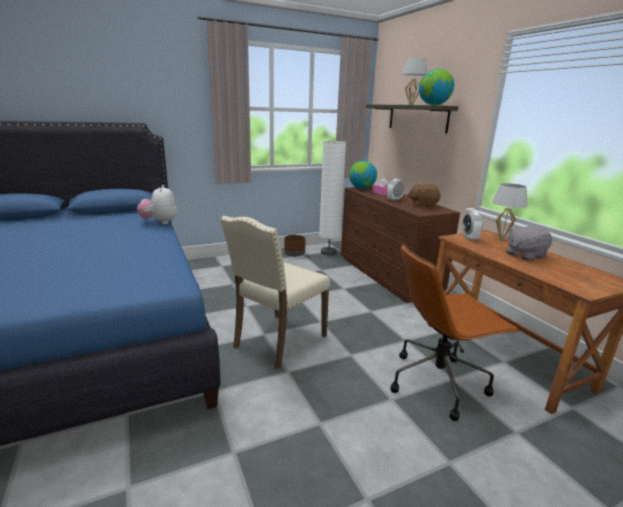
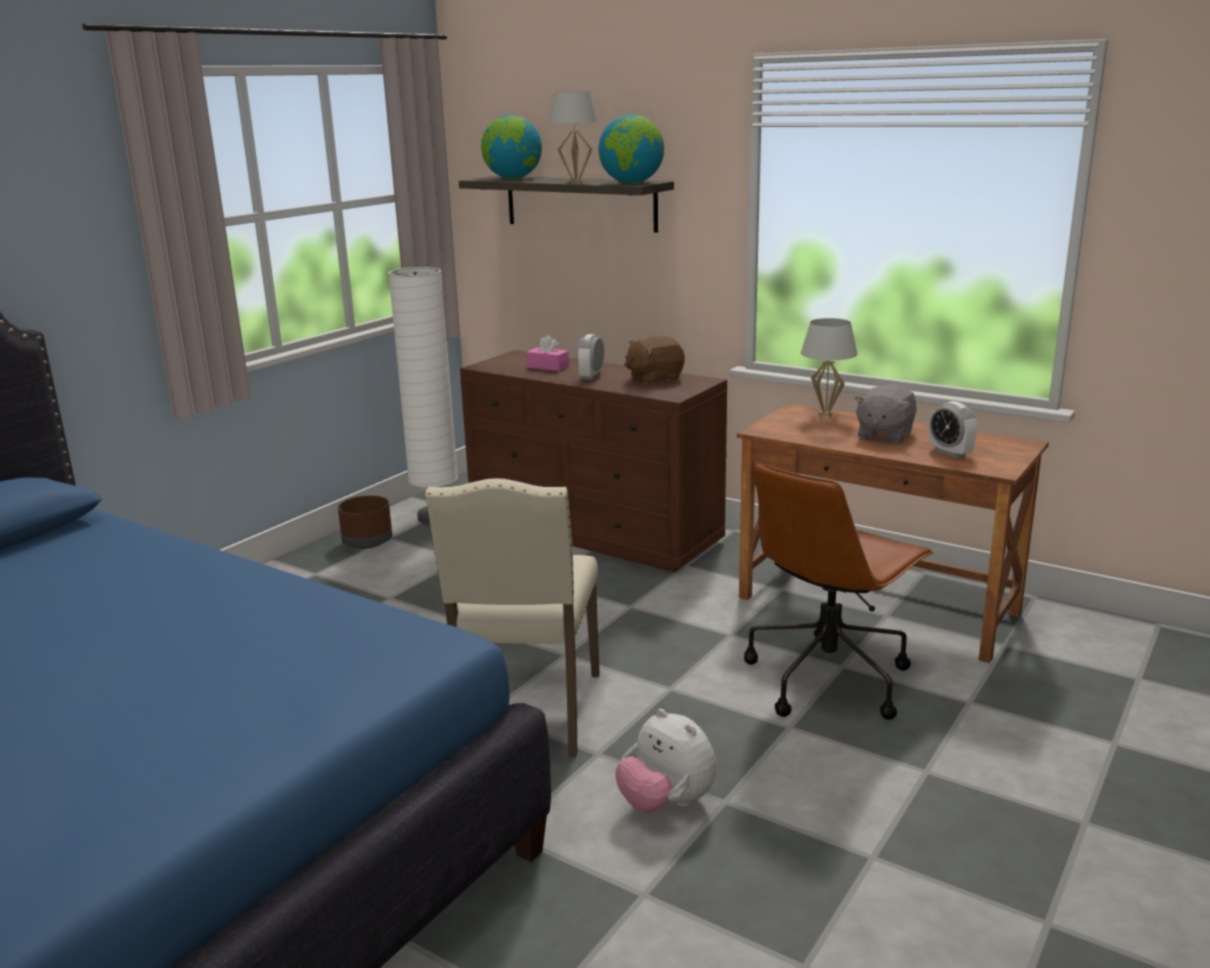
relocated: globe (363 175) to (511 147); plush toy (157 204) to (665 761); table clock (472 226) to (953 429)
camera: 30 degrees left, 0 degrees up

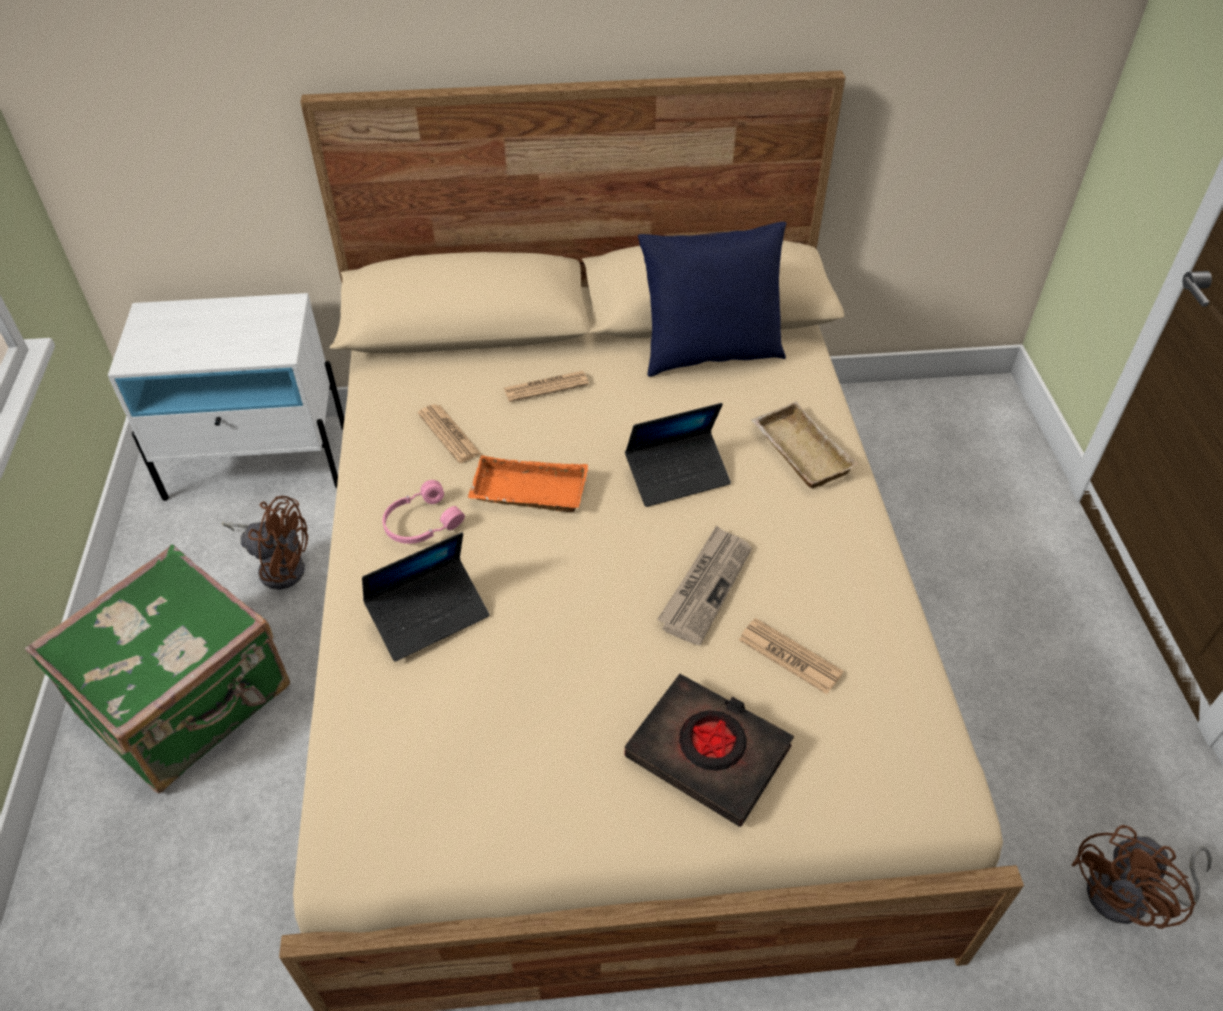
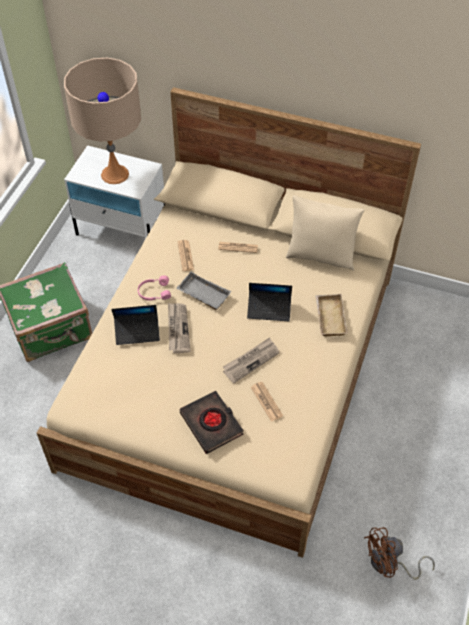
missing: fan/brownish (265 543)
appeared: lamp for a table/beige (102 121); printed paper (179 328)
colour: throw pillow/bluish (712 299) to throw pillow/beige (325 233); carrying tray/orangey (528 483) to carrying tray/greyish (203 291)
camera: 25 degrees right, 5 degrees up

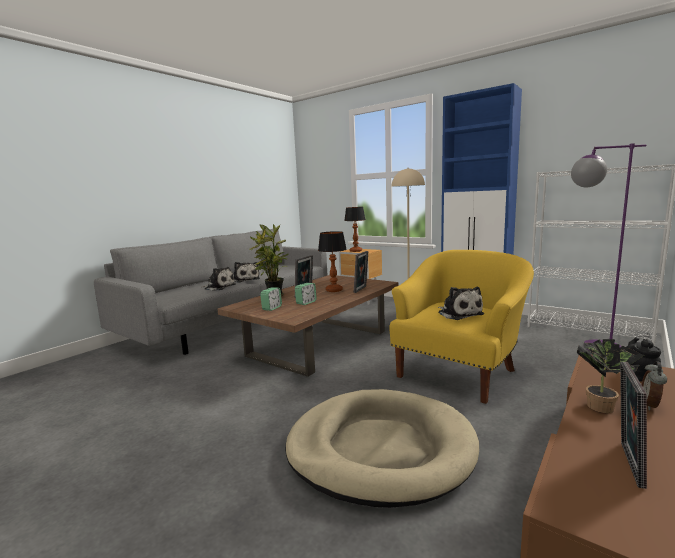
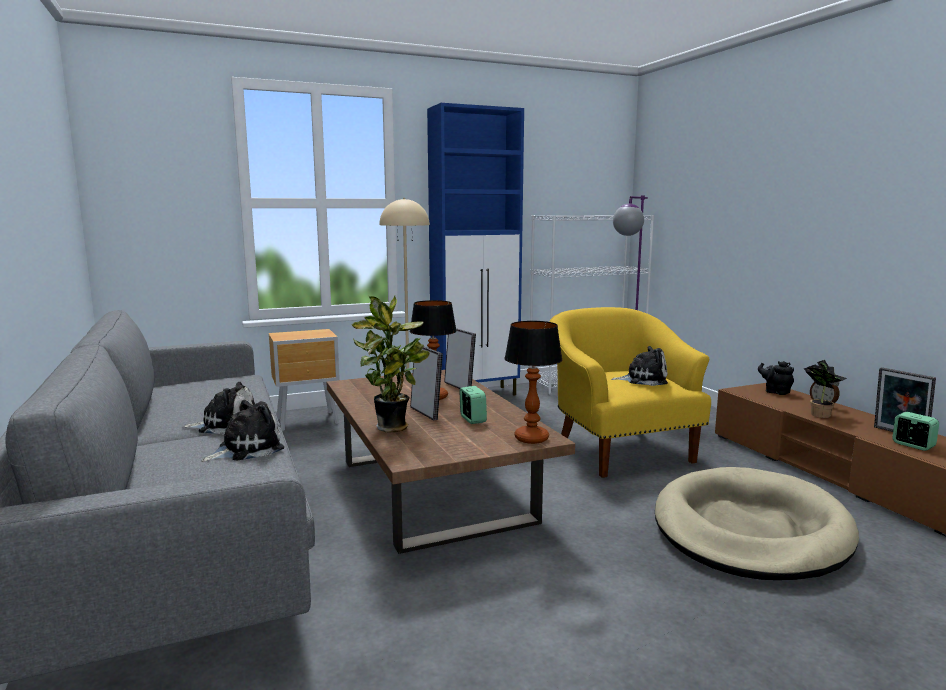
relocated: lamp for a table (354 229) to (533 382); table clock (271 299) to (915 431)
camera: 60 degrees left, 0 degrees up

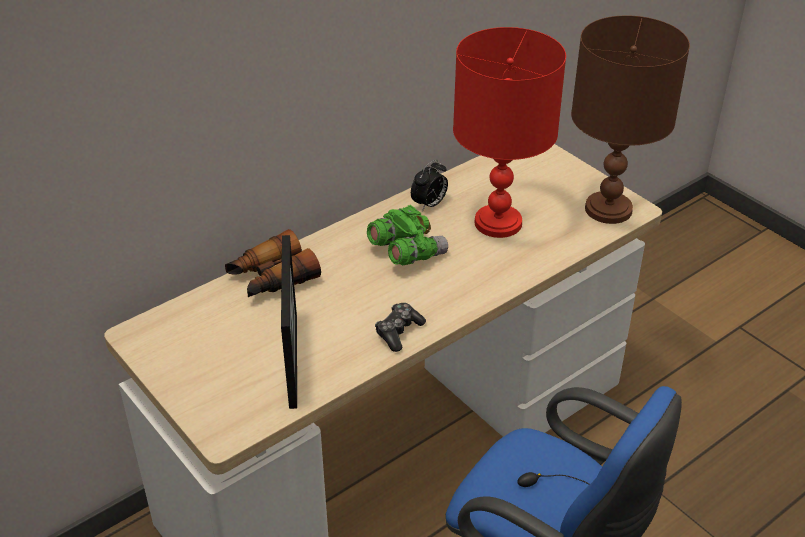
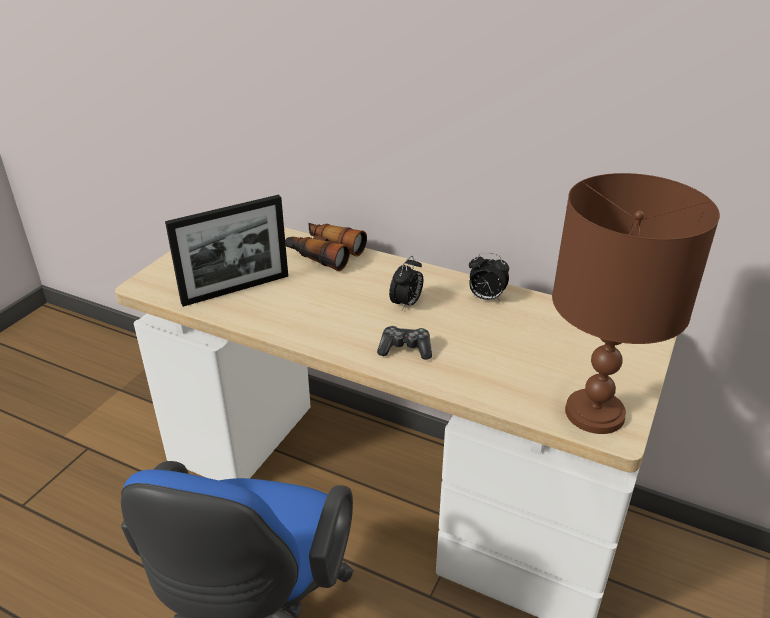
missing: lamp for a table/red (509 132)
relocated: gamepad (400 327) to (404 343)
exchanged: binoculars/green (407 235) to table clock (406 283)
camera: 65 degrees right, 5 degrees down

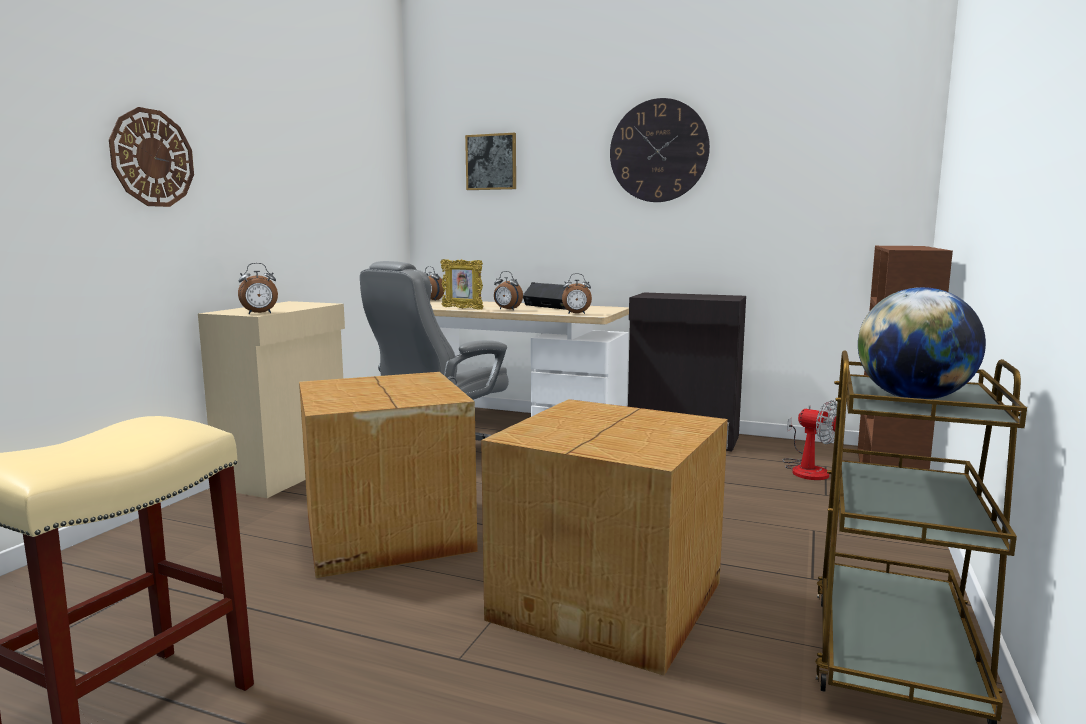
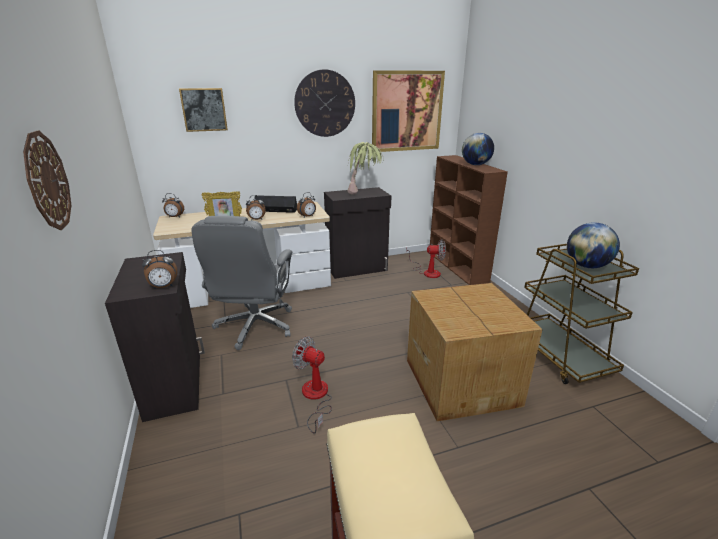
appeared: wall picture (408 111); globe (478 149); plant in a pot (365 168)
exchanged: carton (388 475) to fan (312 385)
colour: storage cabinet/beige (271 399) to storage cabinet/black (155 337)
spun: table clock (258 288) = (160 269) 45 degrees clockwise
camera: 40 degrees left, 15 degrees up

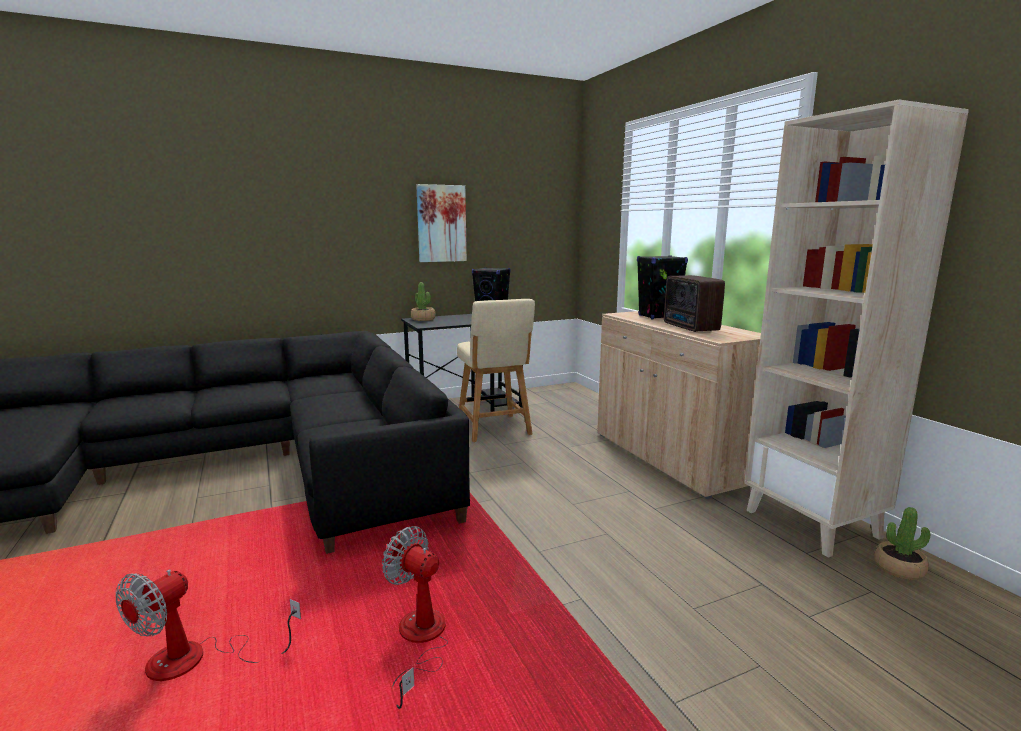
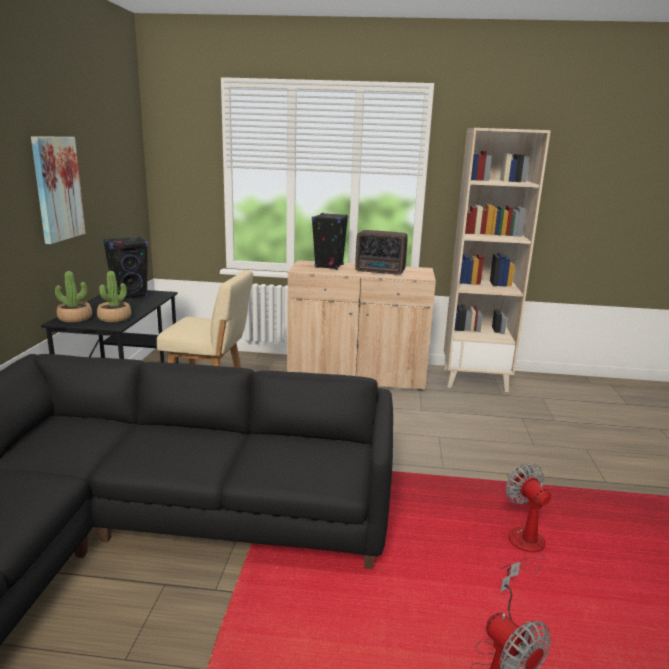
relocated: plant in a pot (902 543) to (114 296)
spun: fan (415 617) = (525 523) 90 degrees clockwise
camera: 60 degrees left, 5 degrees up

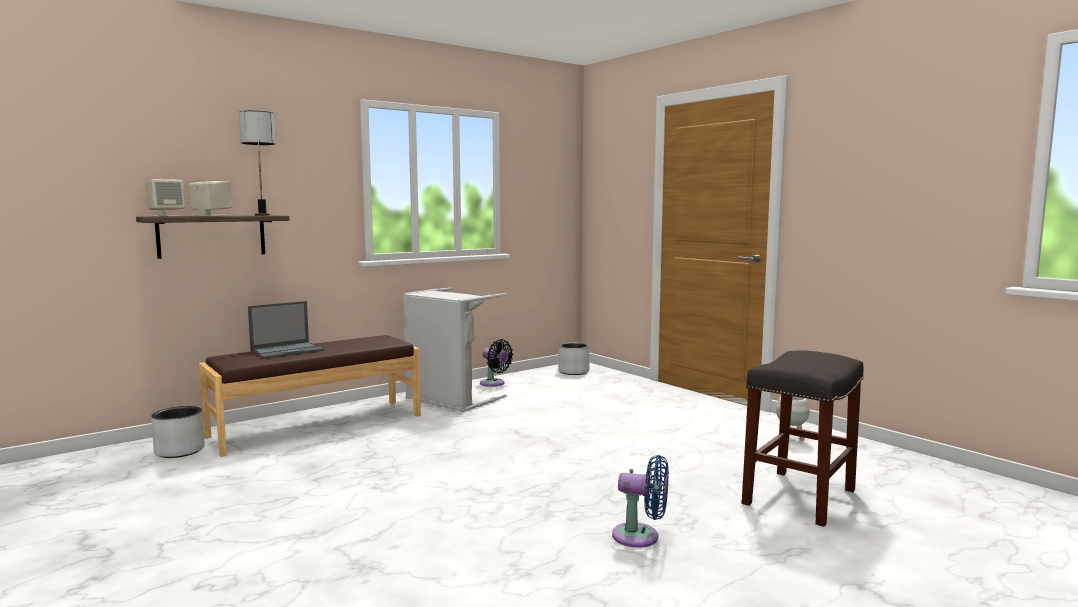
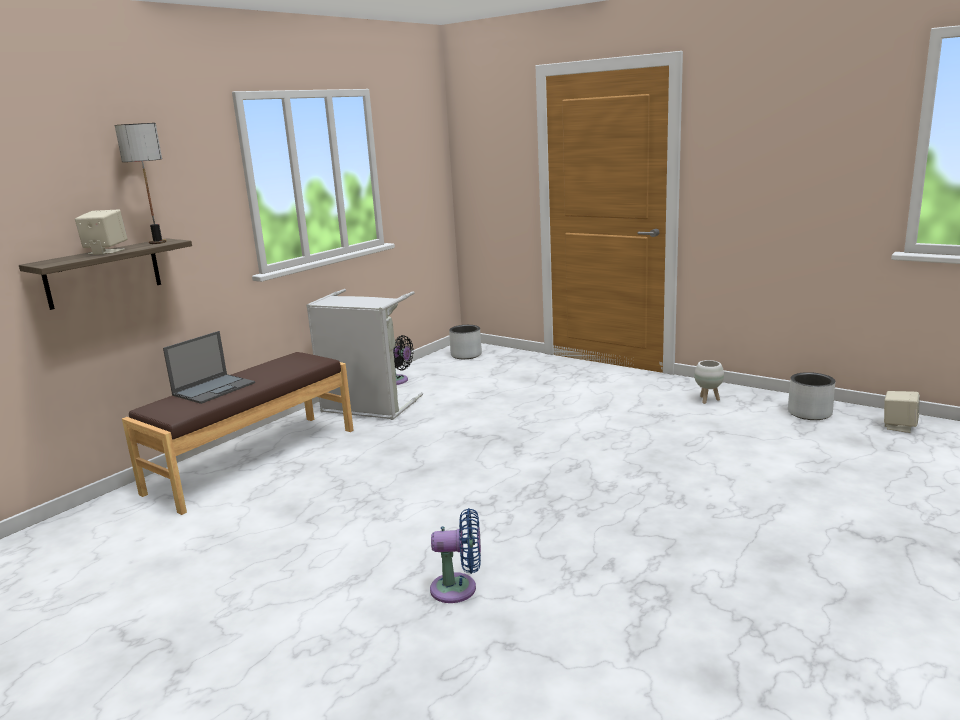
missing: sitting stool/greyish (803 439)
relocated: speaker/beige (165 198) to (902 412); flower pot/greyish (178 432) to (811 396); fan/bluish (640 501) to (455 555)
camera: 15 degrees left, 10 degrees up

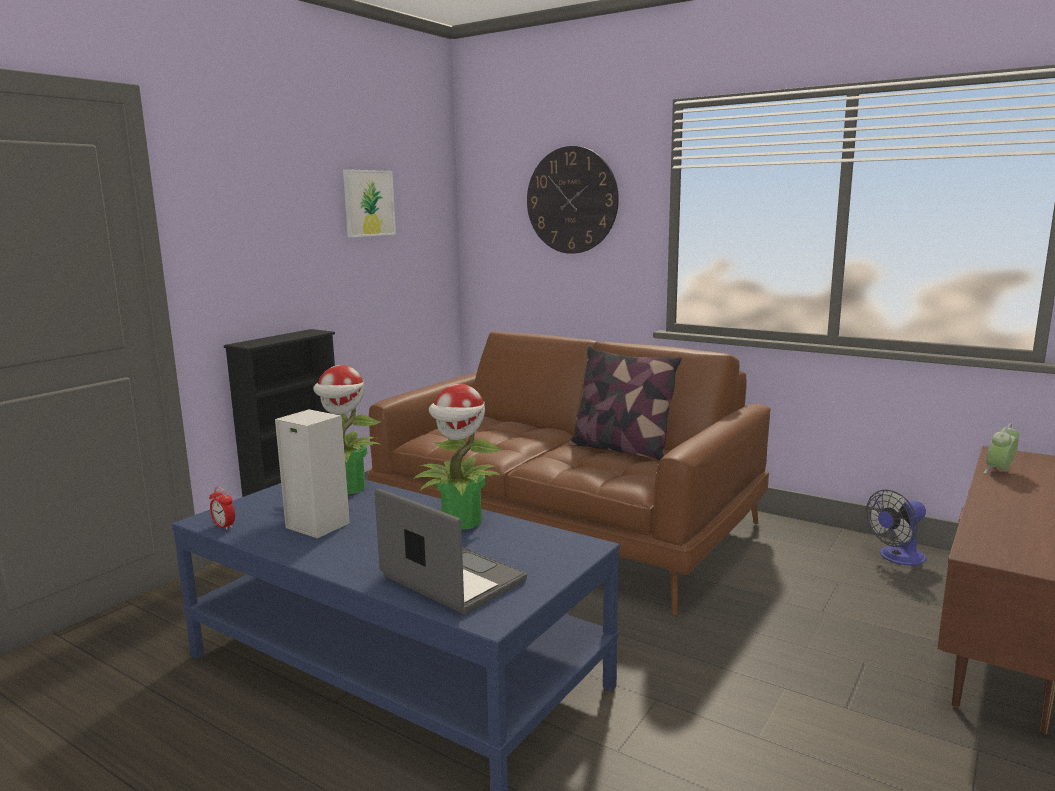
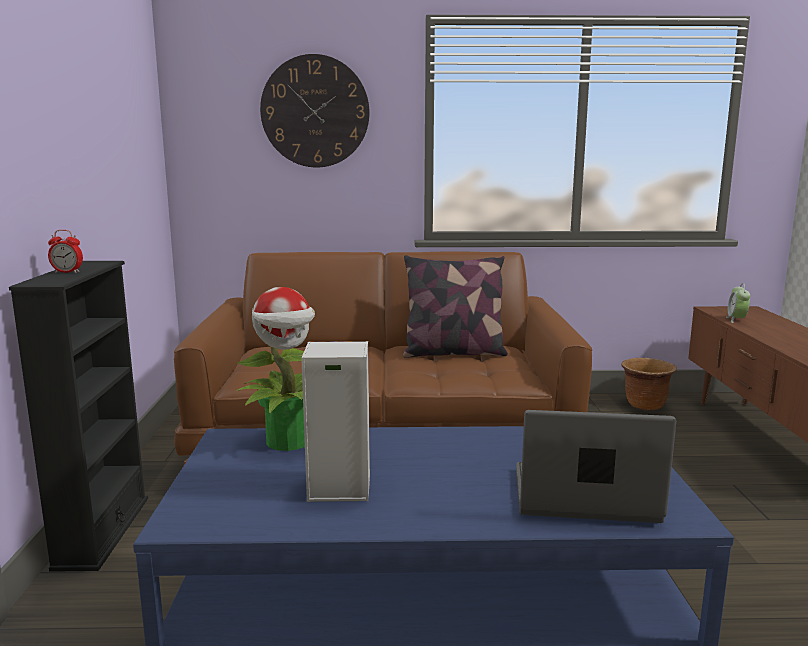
missing: wall picture (369 203); plant in a pot (457 457)
relocated: table clock (222 508) to (65 251)
exchanged: fan (896 527) to flower pot/brownish (649 384)
camera: 35 degrees left, 0 degrees up

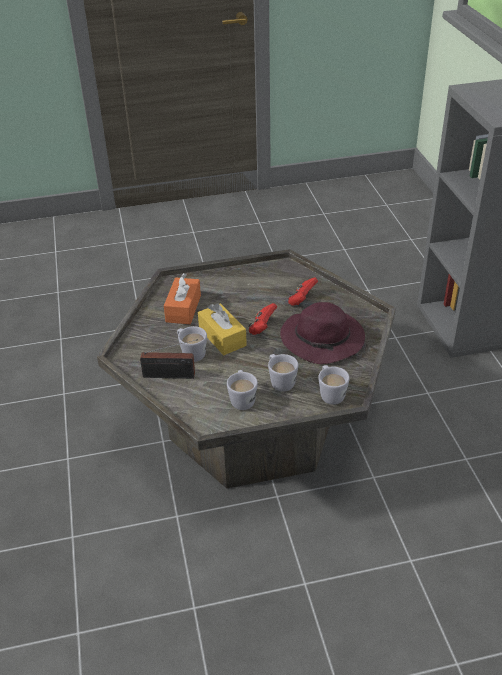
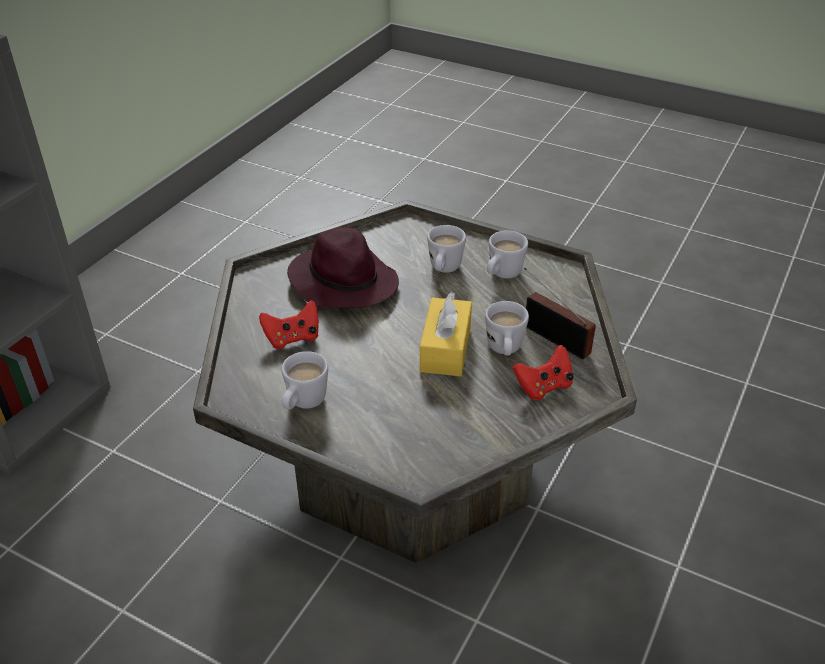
missing: tissue box/orangey (182 298)
relocated: gamepad/red (262 319) to (543 373); tea mug/whitish (334 385) to (304 380)
camera: 140 degrees left, 0 degrees up

